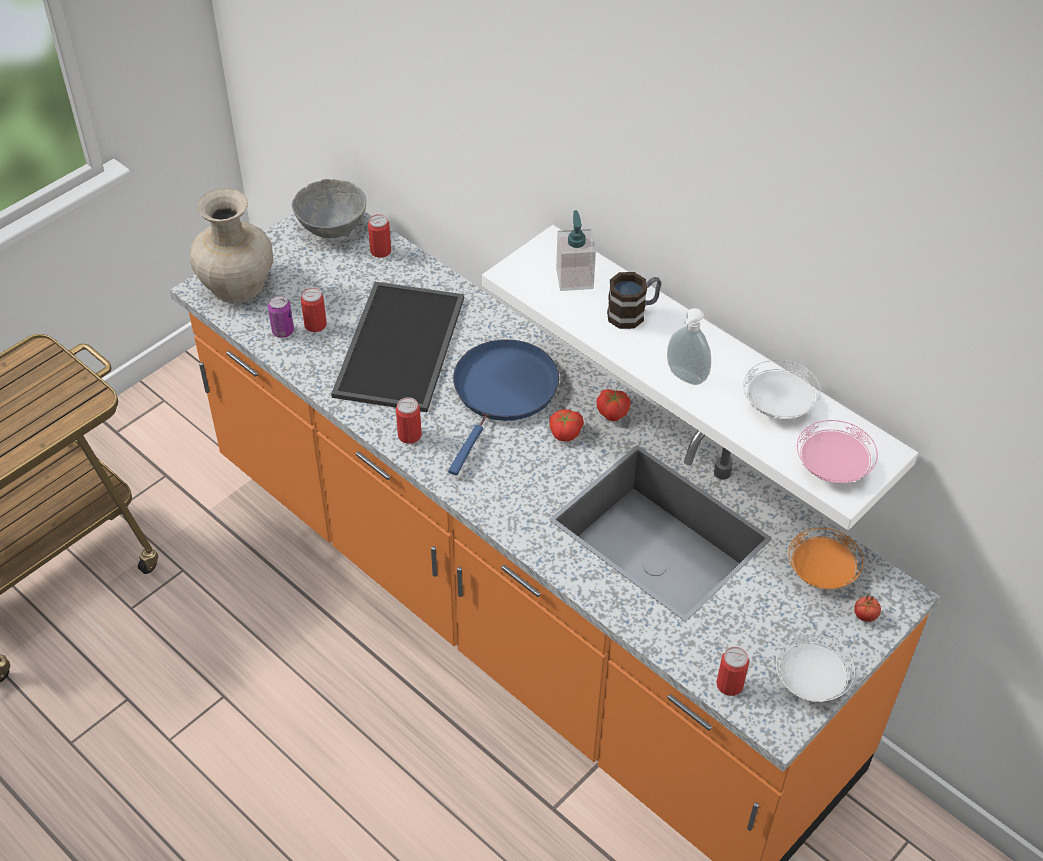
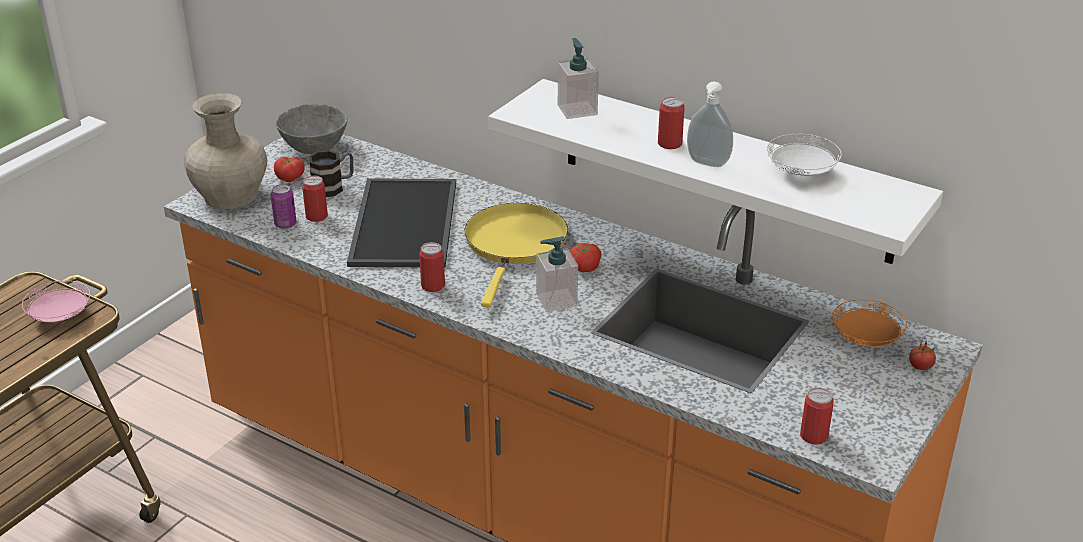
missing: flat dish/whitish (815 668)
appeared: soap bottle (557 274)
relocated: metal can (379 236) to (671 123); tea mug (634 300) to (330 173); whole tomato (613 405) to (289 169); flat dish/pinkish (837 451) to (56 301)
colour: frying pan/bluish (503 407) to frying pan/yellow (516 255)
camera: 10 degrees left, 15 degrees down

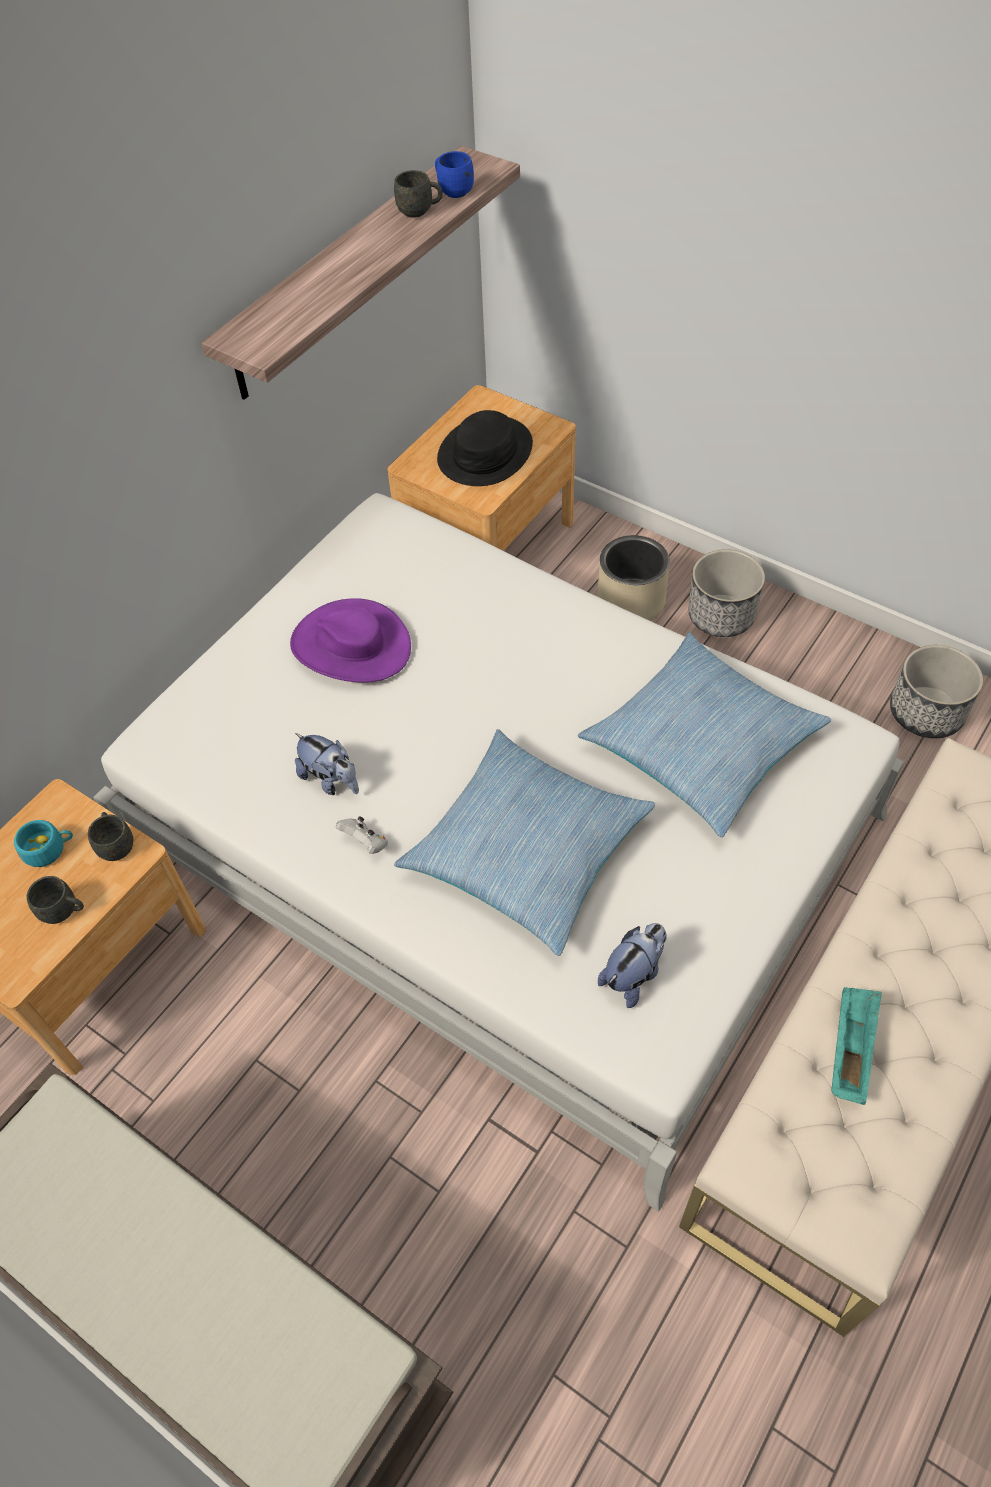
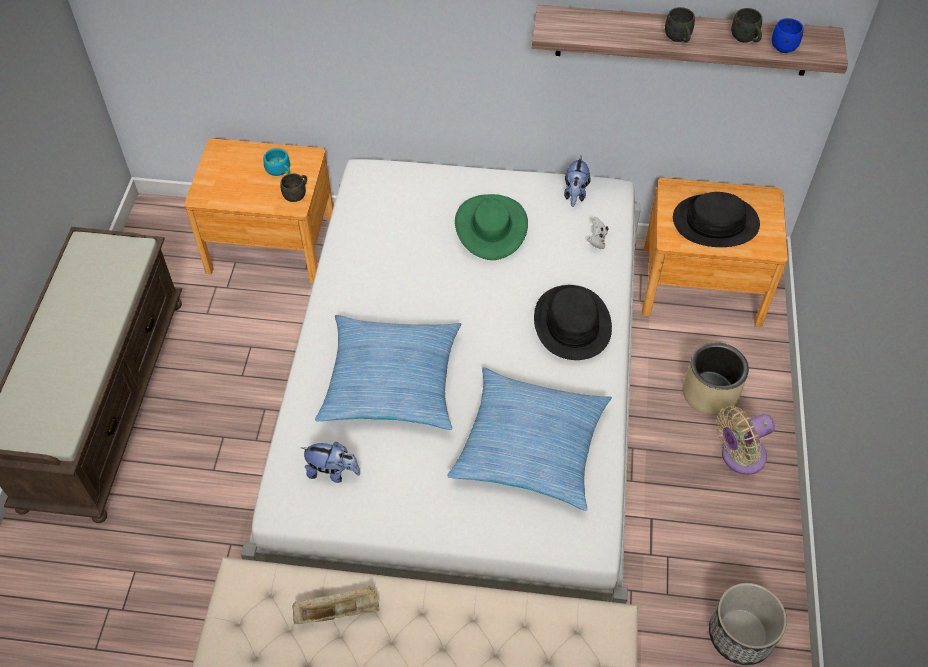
appeared: wearable hat/black (573 322)
relocated: plush toy (327 764) to (577 181); gamepad/whitish (362 835) to (598 233); tea mug/greyish (55 900) to (680 25)
exchanged: flower pot (727 593) to fan/beige (745 440)
colour: wearable hat/purple (350 640) to wearable hat/green (491 227); carrying tray/turquoise (856 1046) to carrying tray/beige (336 605)
camera: 60 degrees right, 0 degrees up

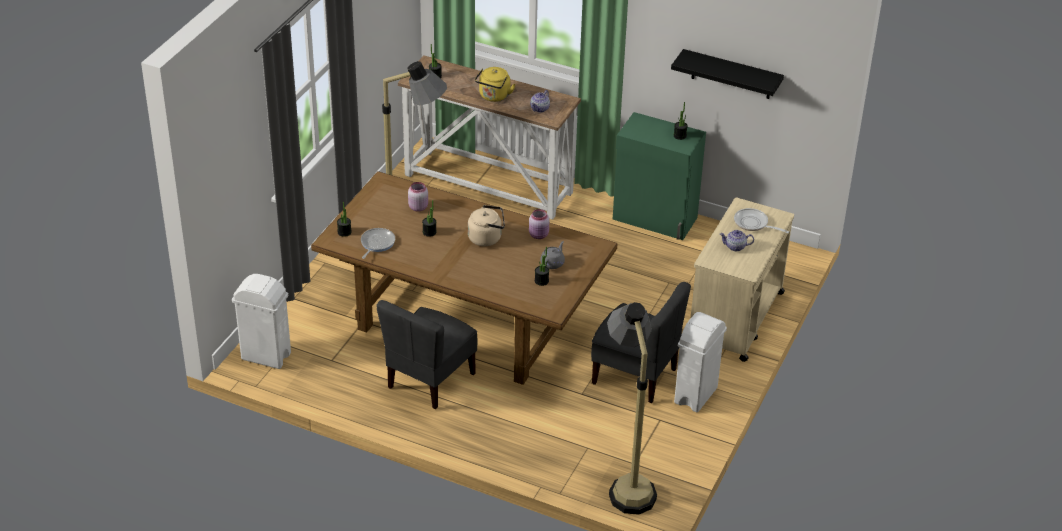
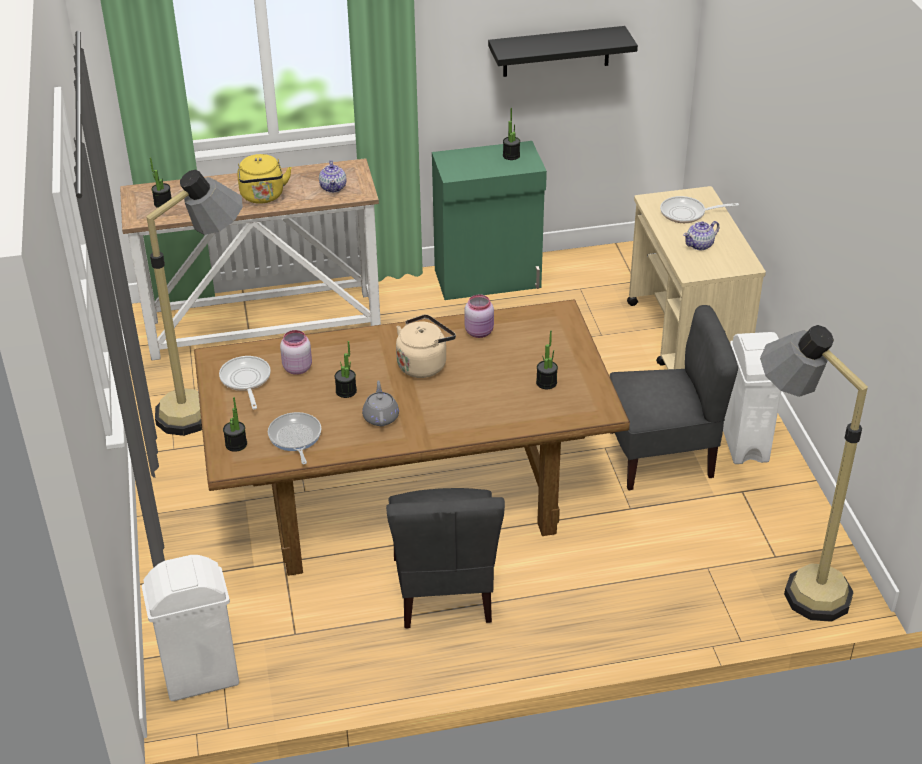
appeared: frying pan (245 382)
relocated: pot for tea/greyish (552 255) to (380 403)
camera: 35 degrees left, 0 degrees up

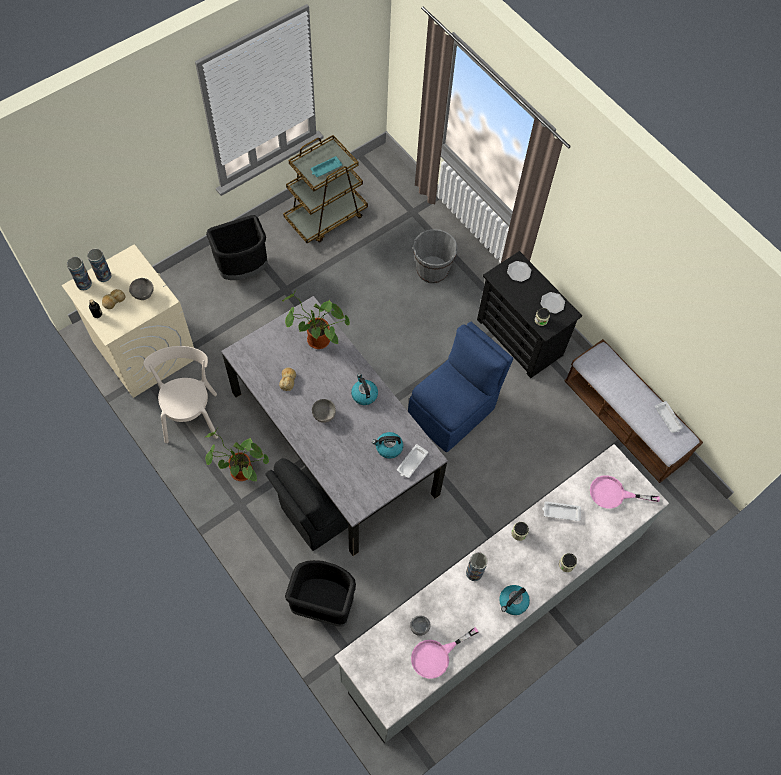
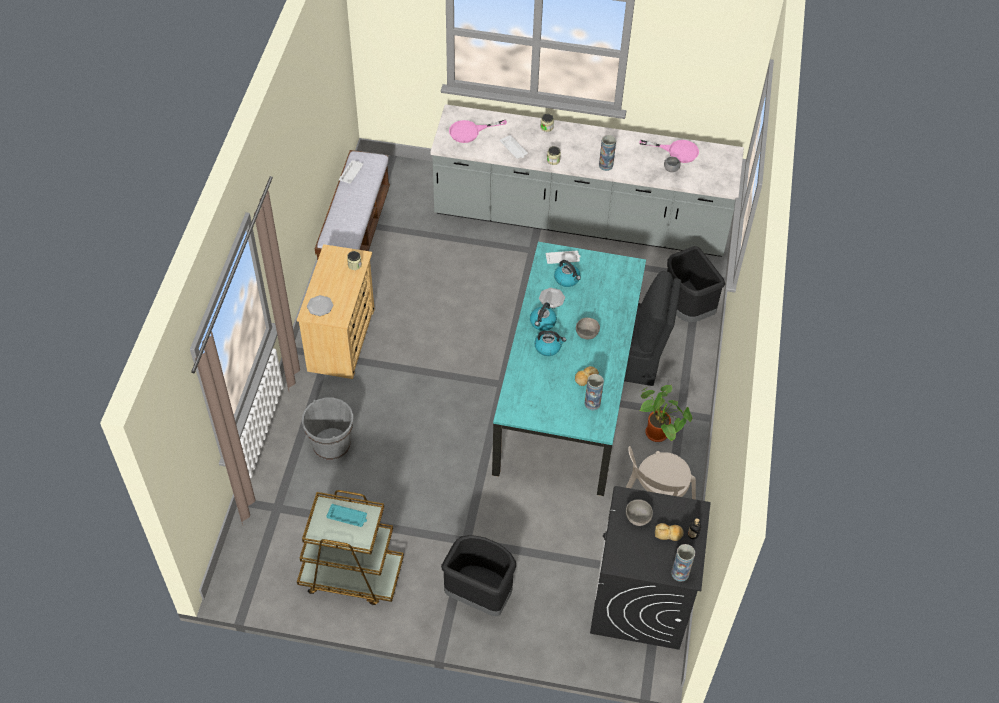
missing: plant in a pot (316 319); plain chair/bluish (460 387)
relocated: flower vase (99 265) to (594 392); flat dish (552 303) to (552 298); kettle (514 600) to (550 343)
colour: laundry machine/beige (128 321) to laundry machine/black (650 568); dresser/black (529 314) to dresser/beige (336 311); dinner table/greyish (334 426) to dinner table/turquoise (569 369)
spun: frying pan/pinkish (625 491) = (478 131) 105 degrees clockwise
camera: 130 degrees left, 10 degrees down

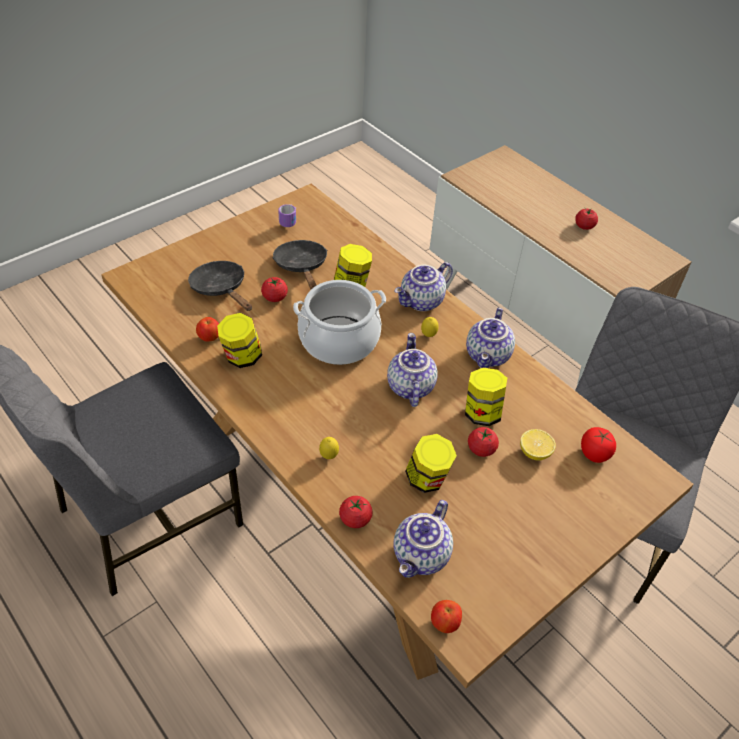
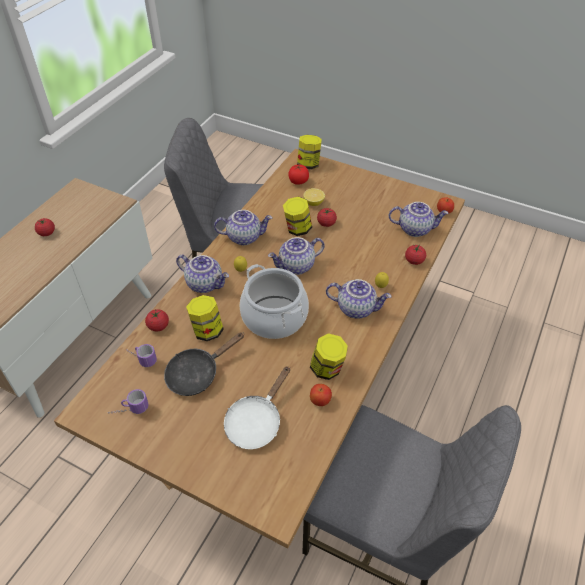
appeared: pot for tea (359 299); tea mug (141 355)
relocated: whole tomato (274 289) to (157 320); storage jar (431 463) to (309 152)
colour: frying pan/black (220 286) to frying pan/whitish (257 407)
camera: 110 degrees left, 0 degrees up

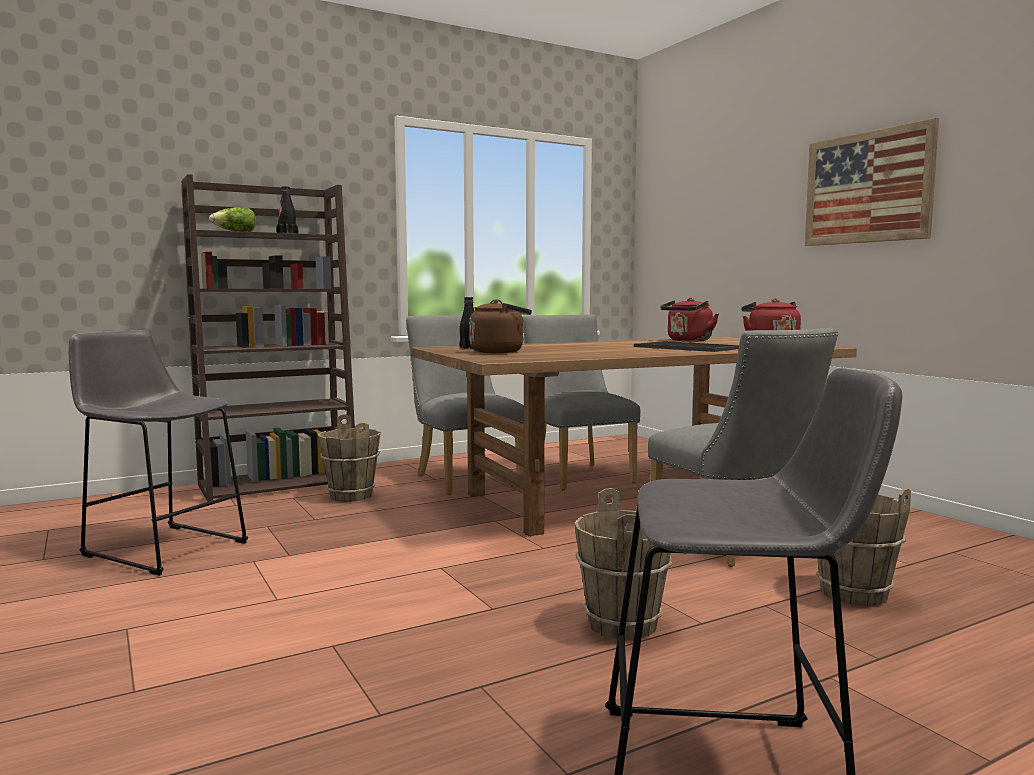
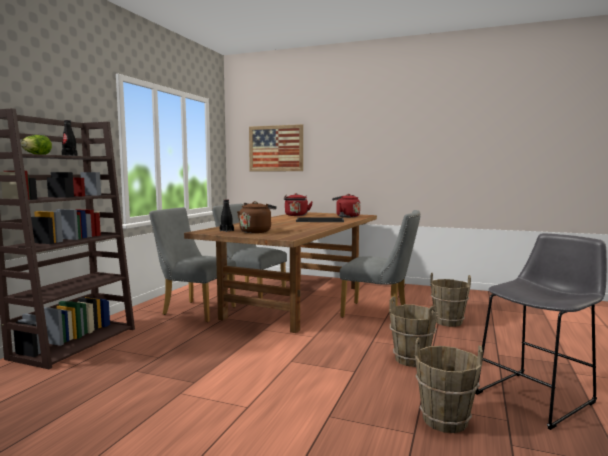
missing: sitting stool/greyish (158 453)
relocated: wall picture (872 182) to (276 147); bucket/brownish (349 458) to (449 385)
camera: 40 degrees left, 0 degrees up

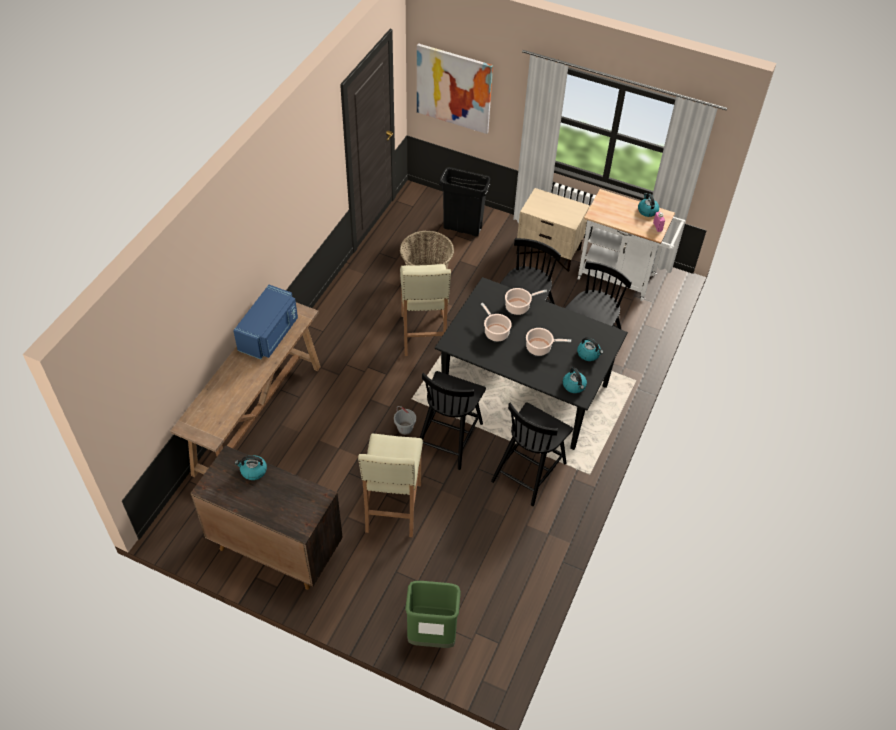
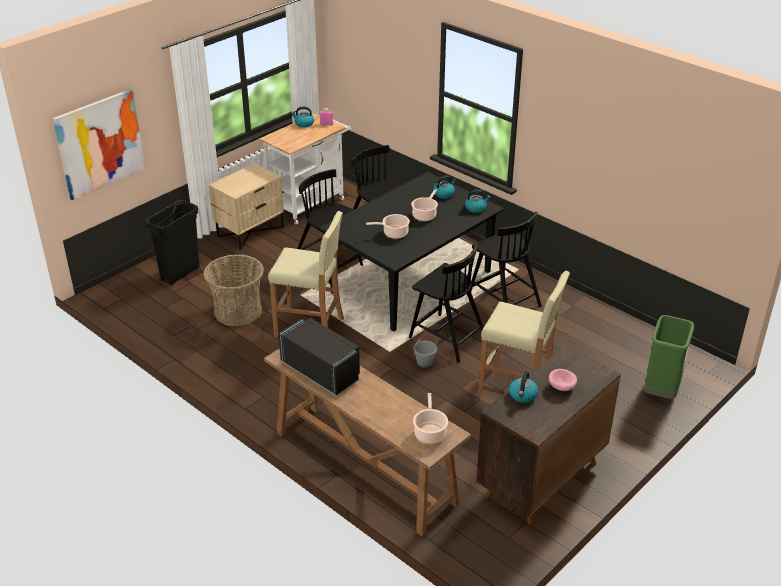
appeared: deep dish/pinkish (563 380)
relocated: stockpot (526 301) to (430 418)
colour: kitchen microwave/bluish (265 322) to kitchen microwave/black (319 357)
camera: 70 degrees left, 15 degrees down

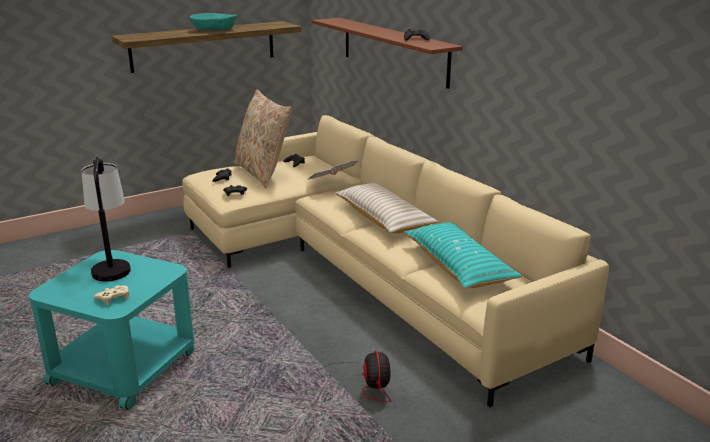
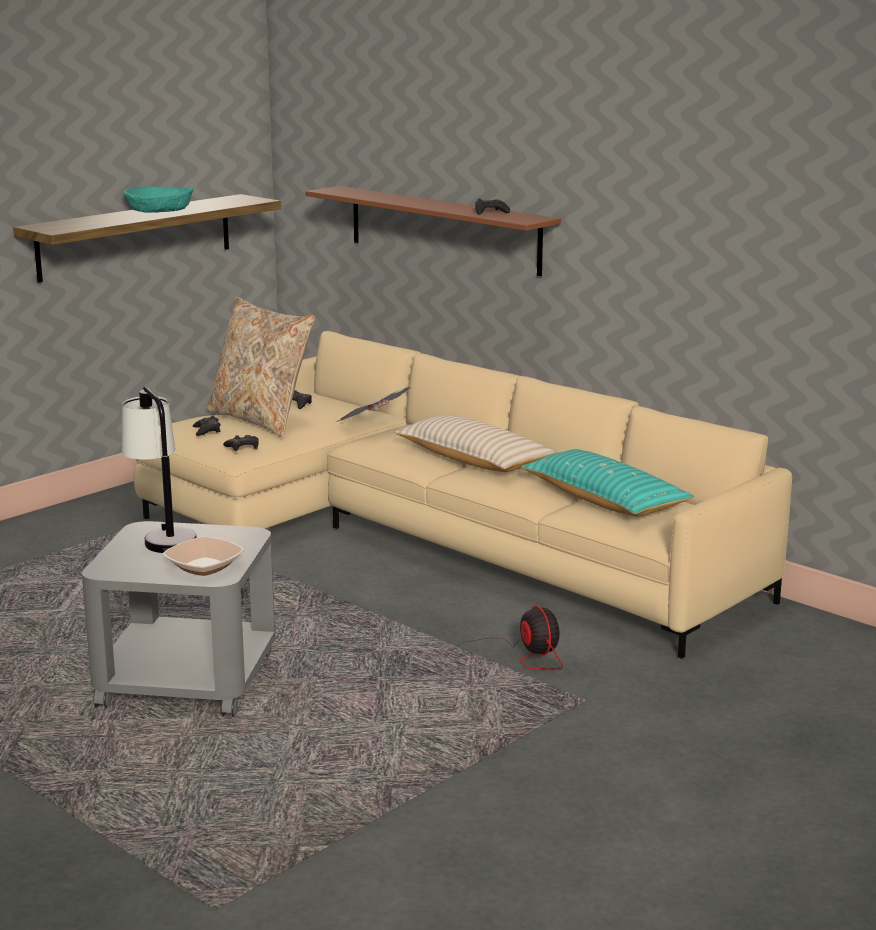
exchanged: gamepad/beige (111 295) to deep dish (203 556)
colour: accent table/turquoise (111 330) to accent table/greyish (178 619)
camera: 15 degrees left, 5 degrees down

